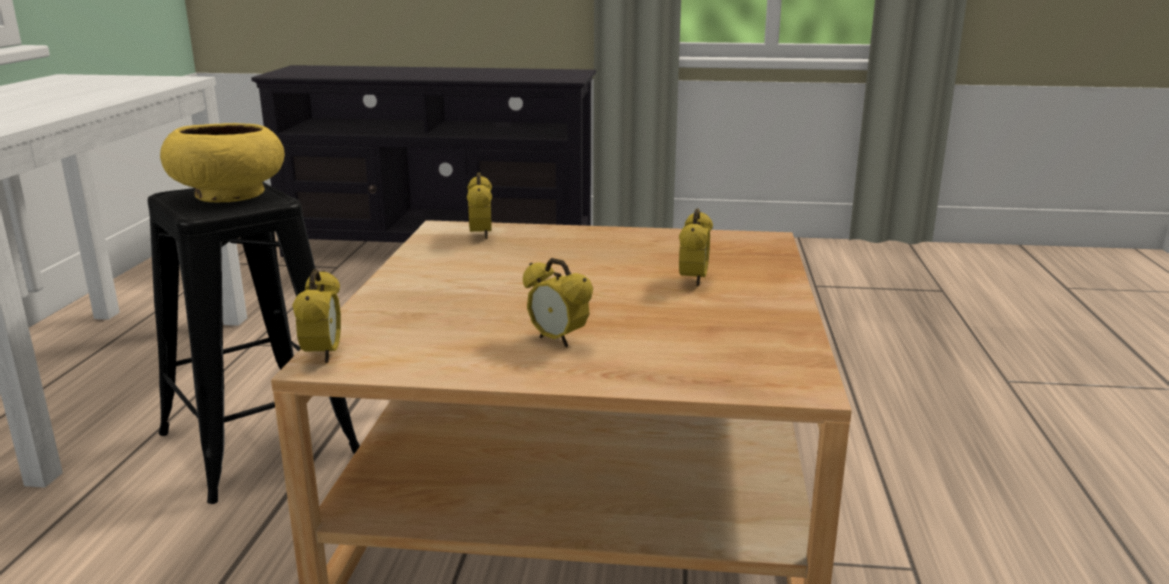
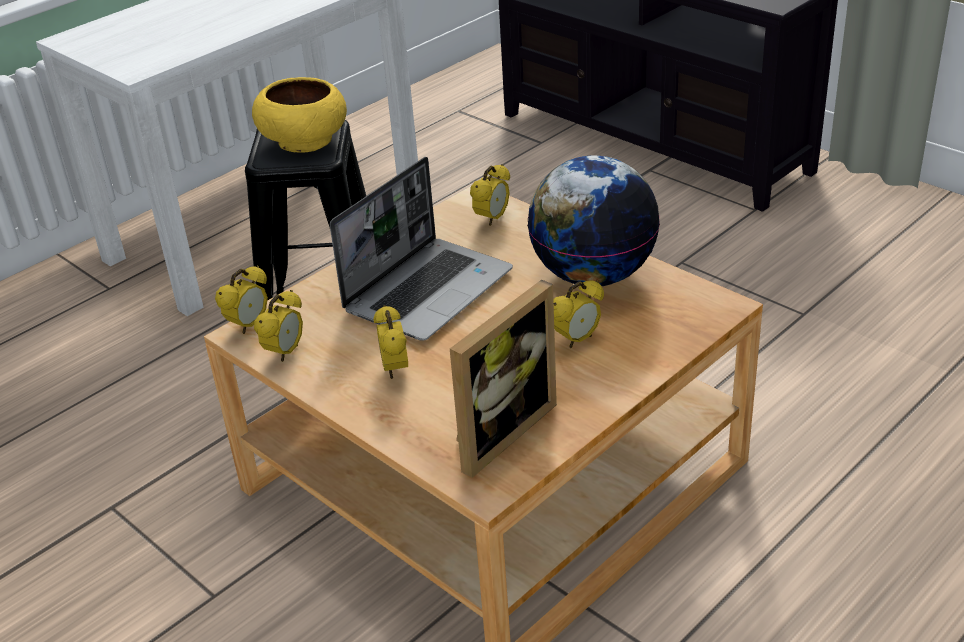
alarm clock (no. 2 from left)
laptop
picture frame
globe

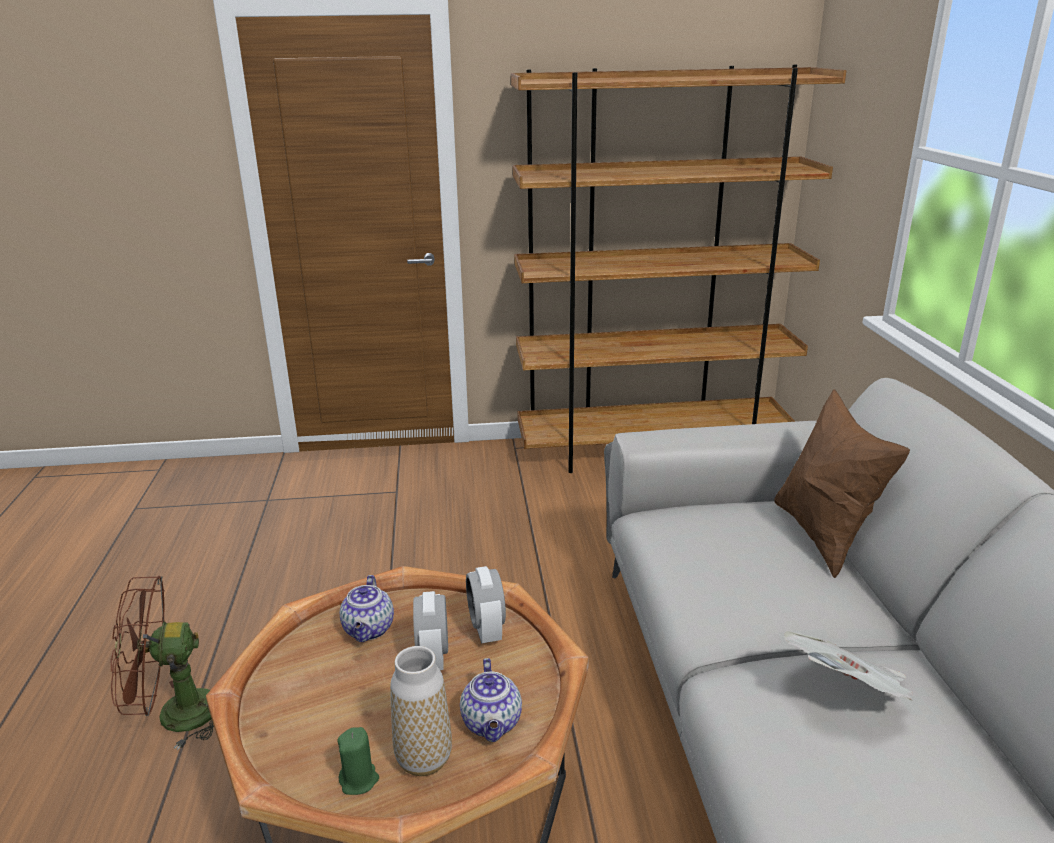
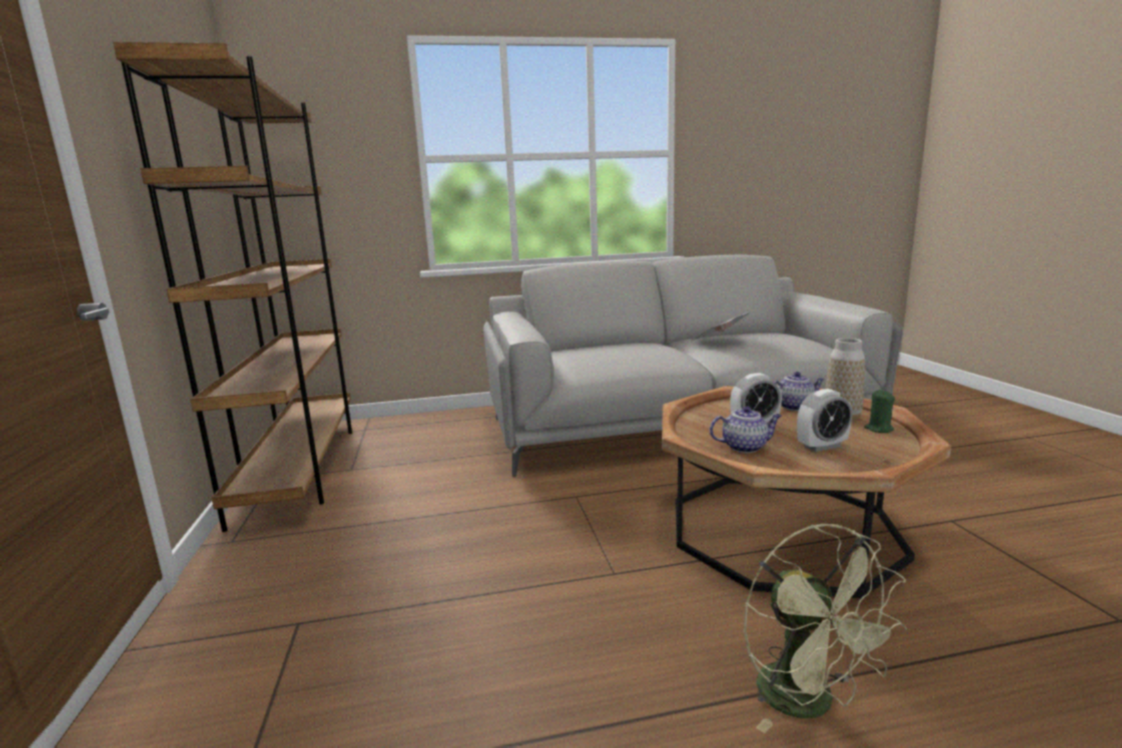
green fan
alarm clock (no. 2 from left)
brown pillow

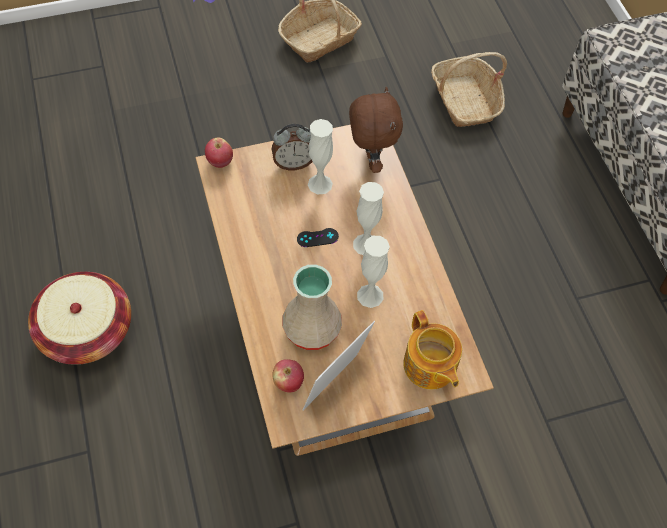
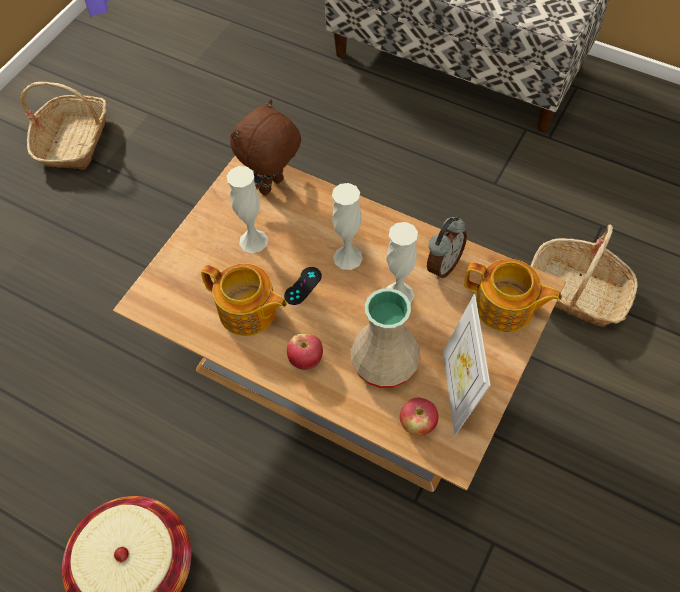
teapot (no. 1 from left)
brown plush toy
apple (no. 1 from left)
alarm clock
basket (no. 3 from left)

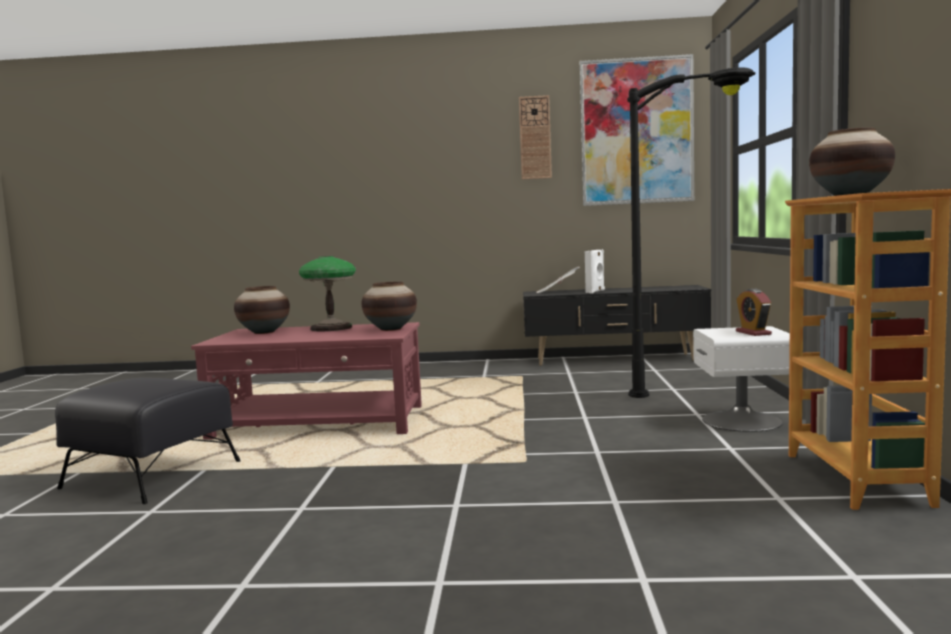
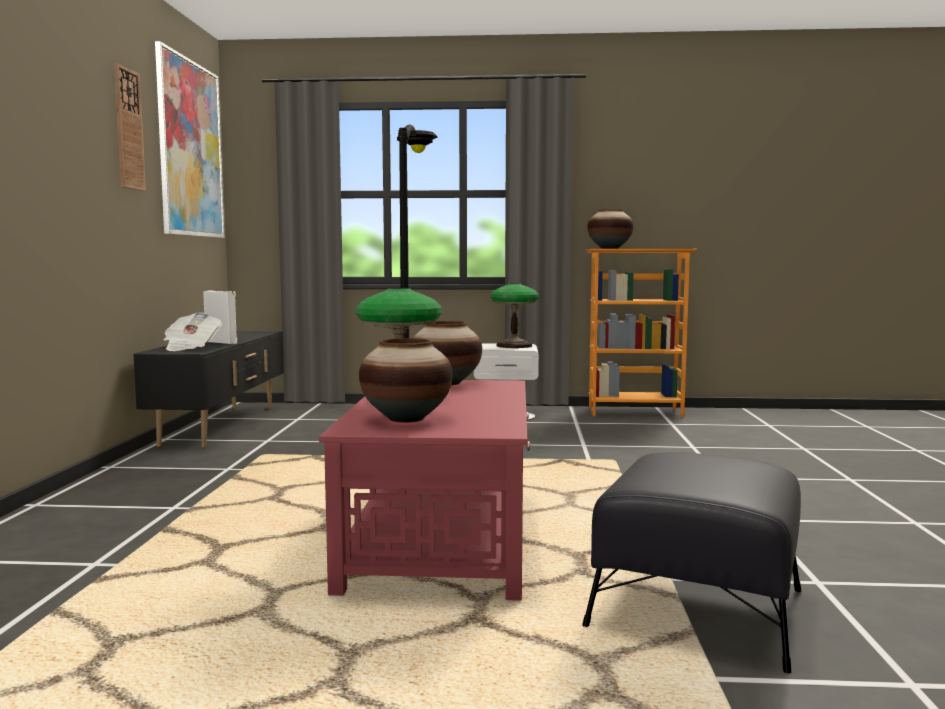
table lamp (no. 2 from left)

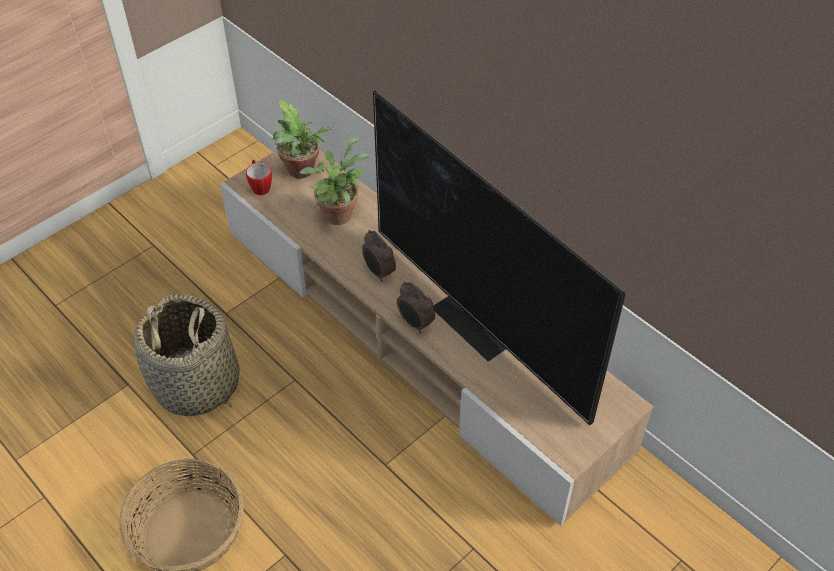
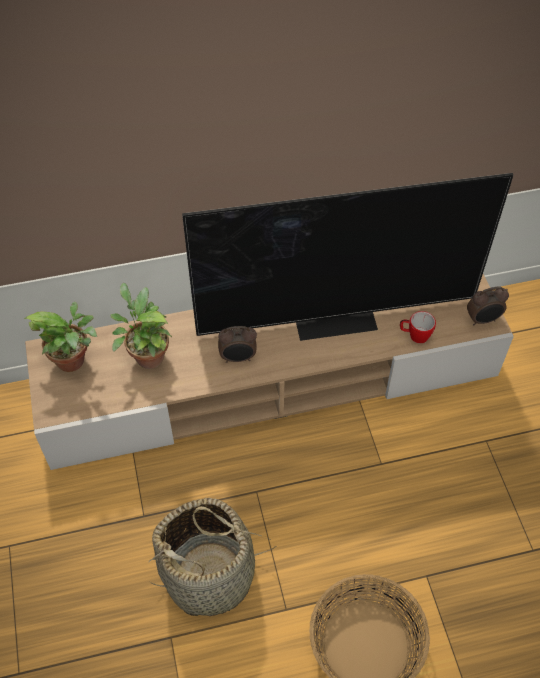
mug
alarm clock (no. 2 from left)

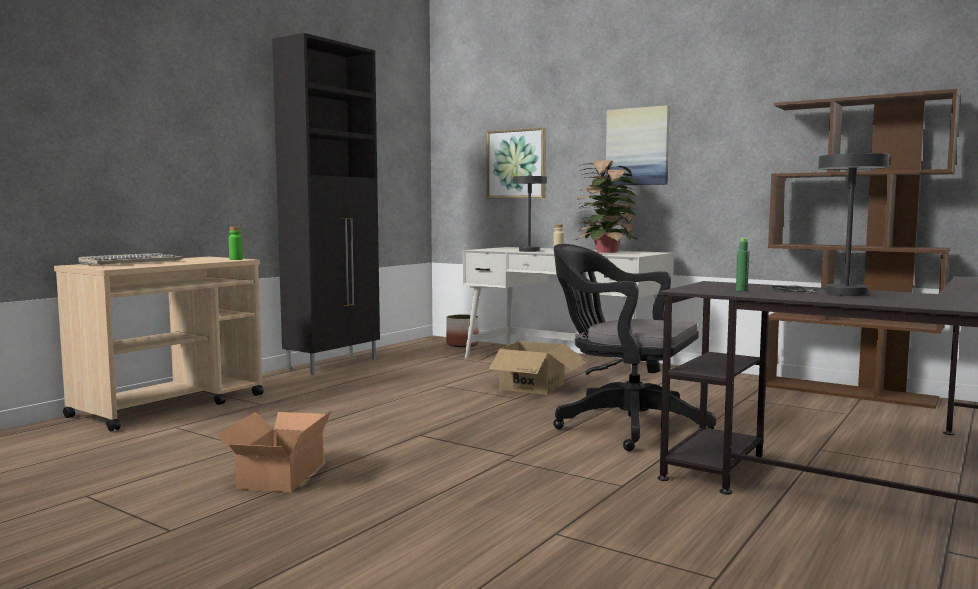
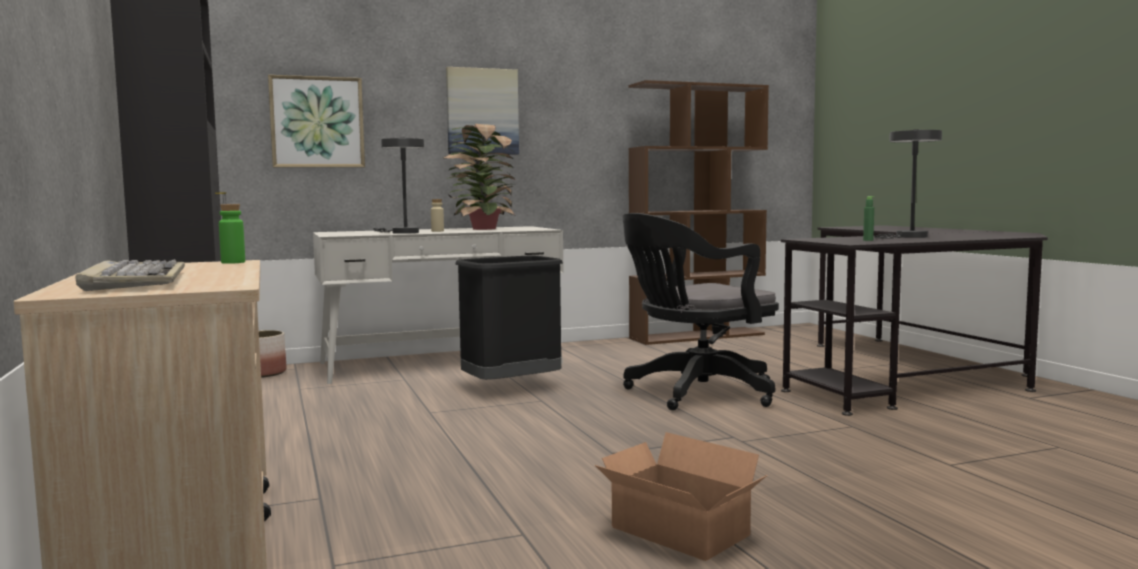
black trash can

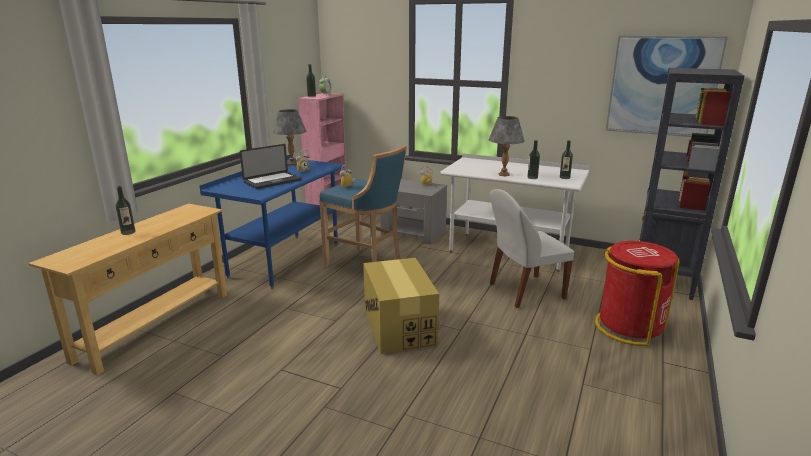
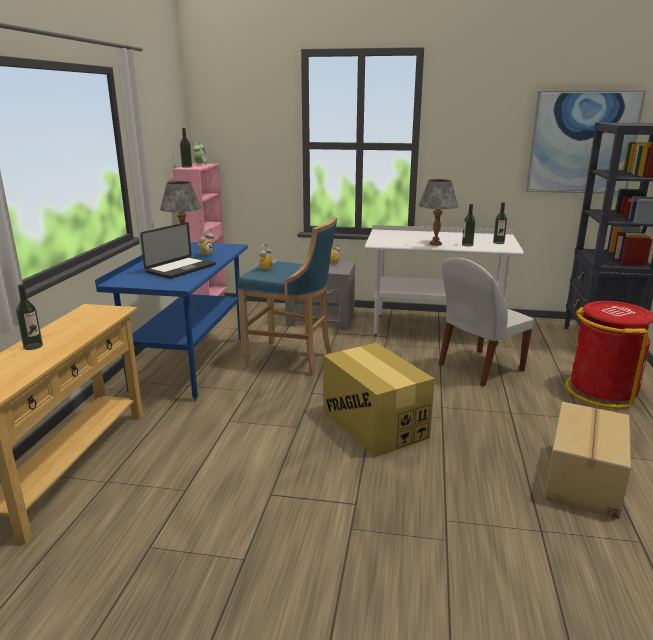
cardboard box (no. 2 from left)

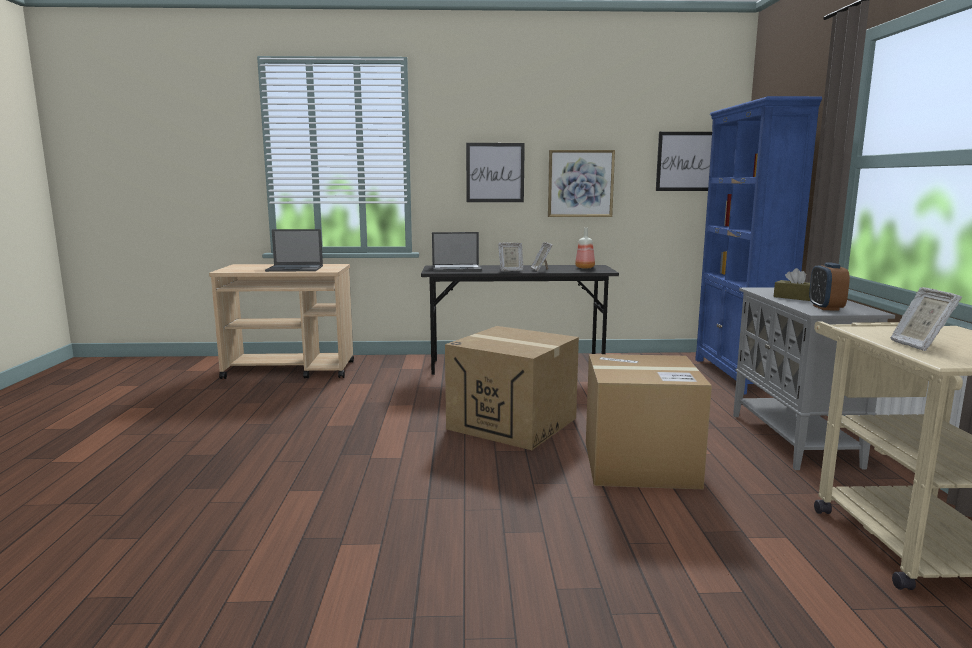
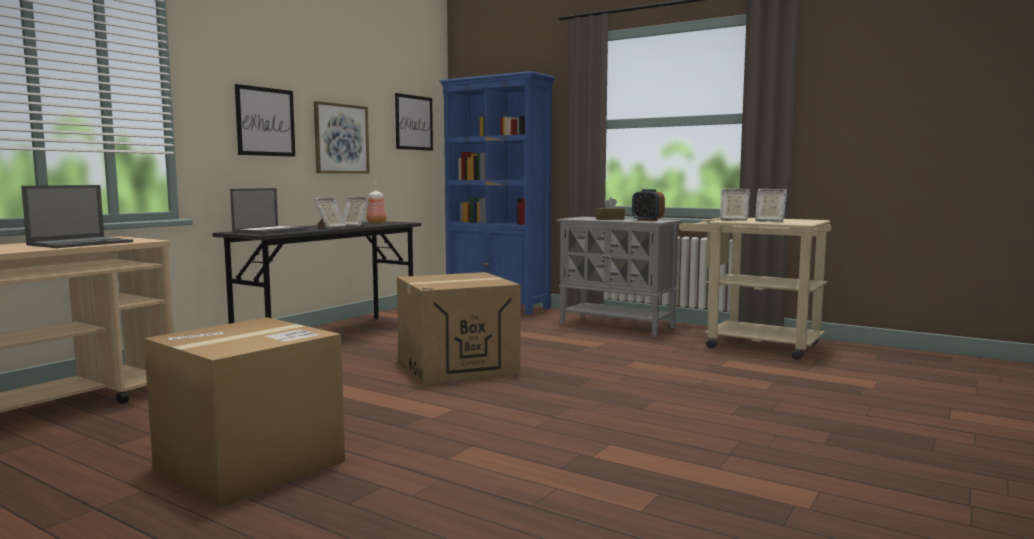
cardboard box (no. 1 from left)
picture frame (no. 3 from left)

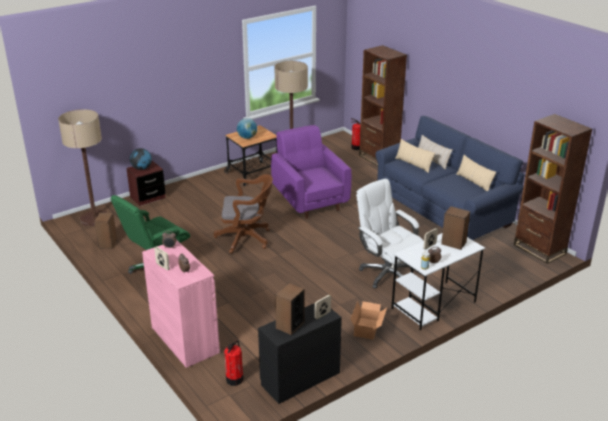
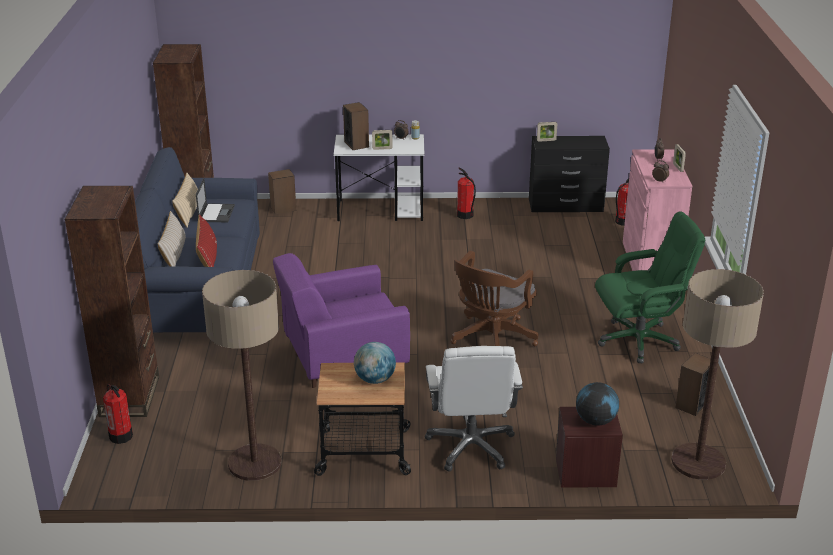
laptop
red pillow
speaker (no. 1 from left)
purple armchair
white office chair
brown office chair
fire extinguisher (no. 2 from left)

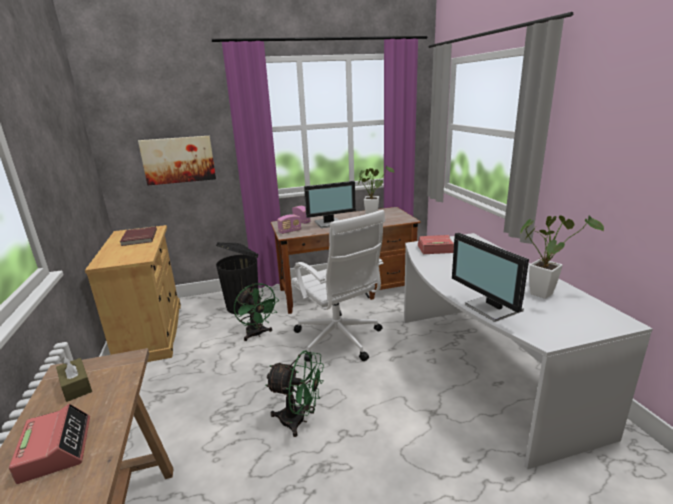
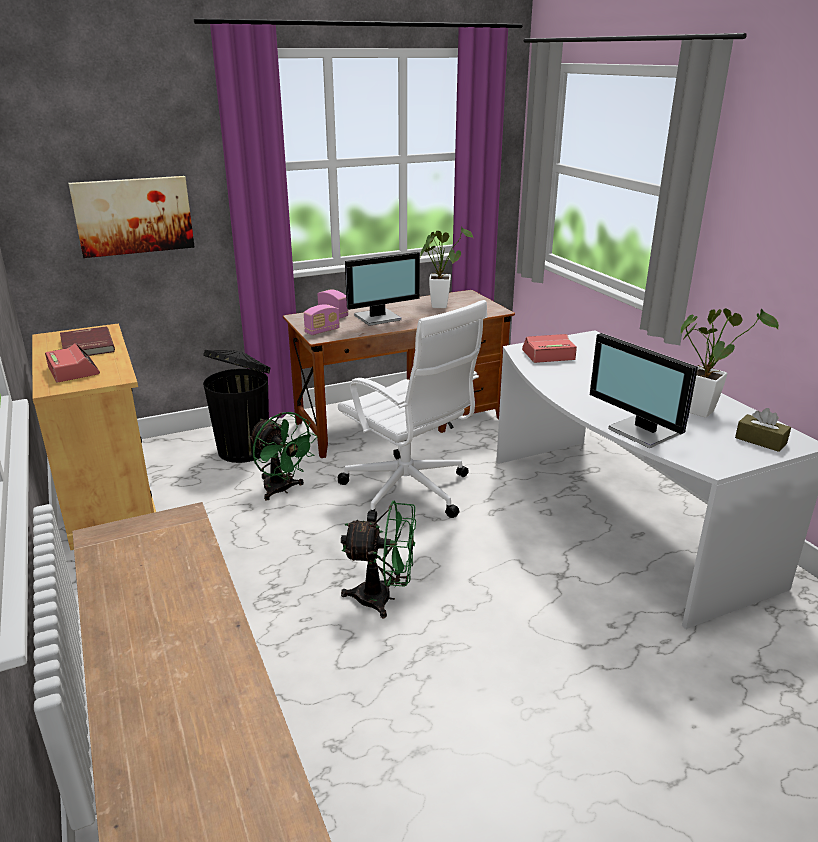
alarm clock (no. 1 from left)
brown tissue box

